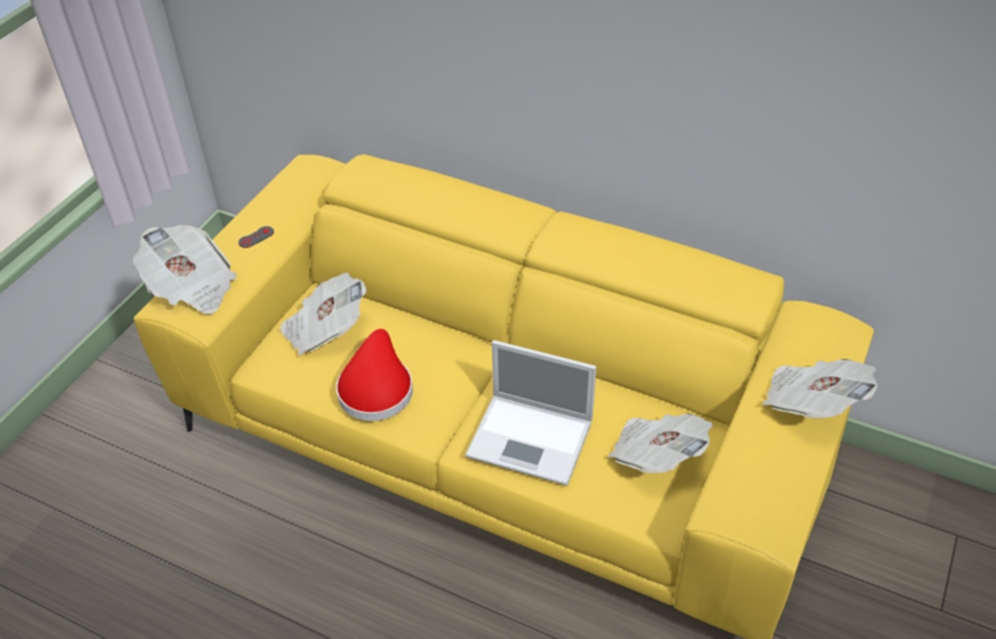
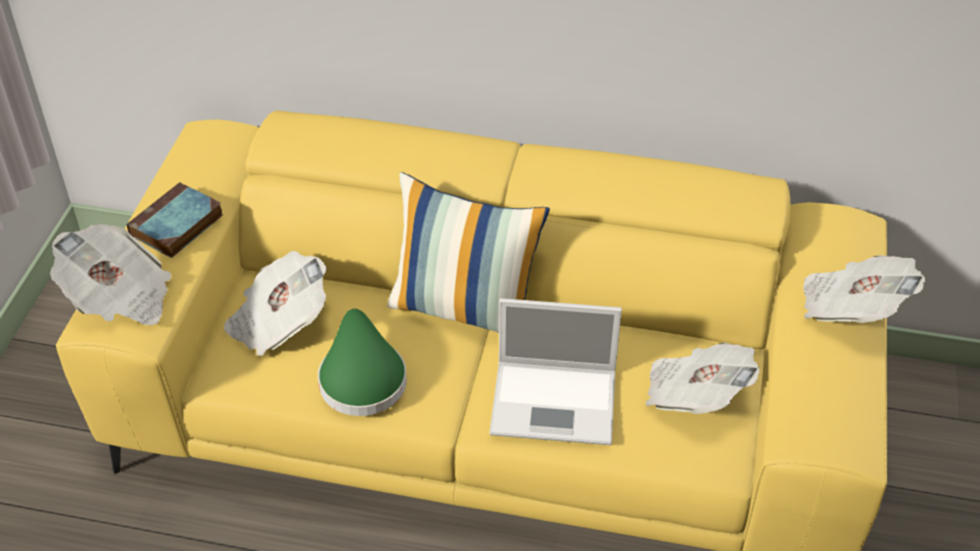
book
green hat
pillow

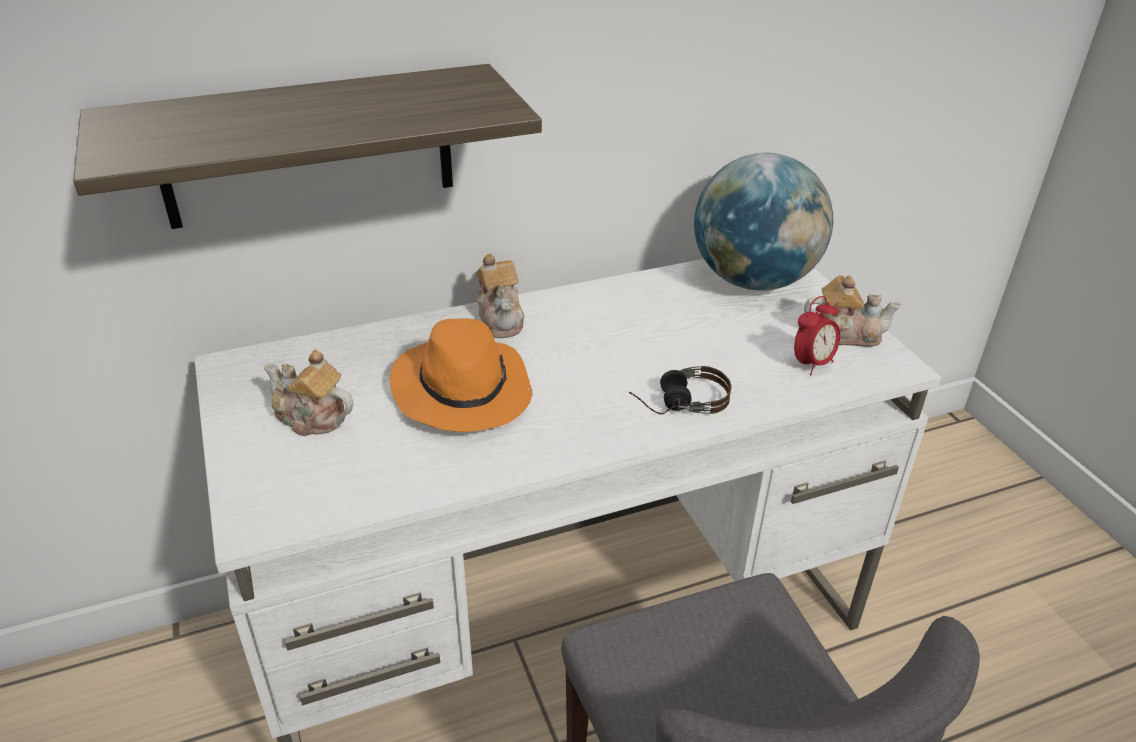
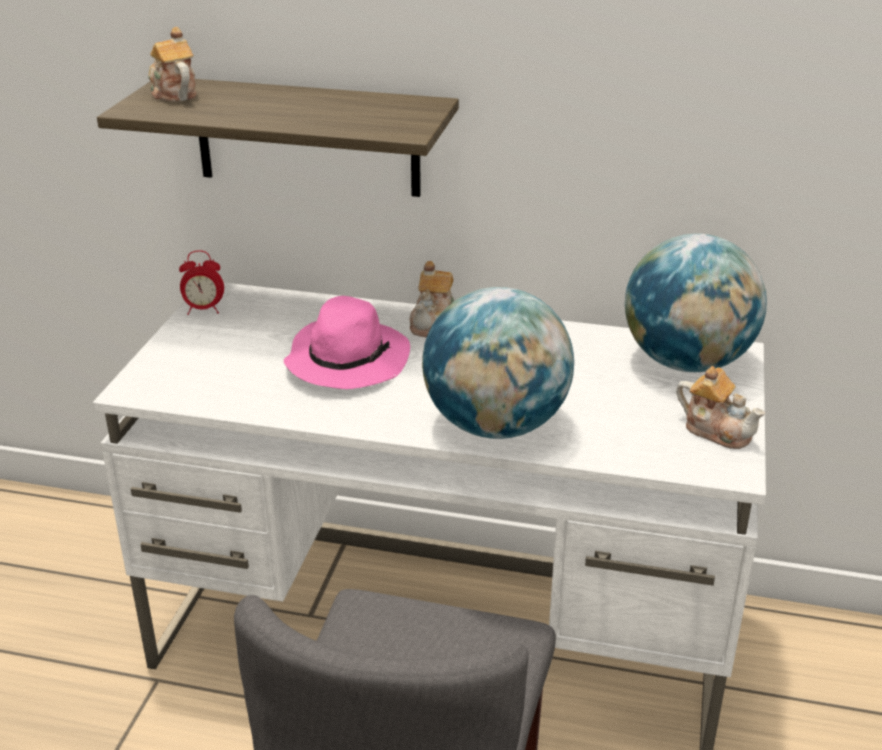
teapot (no. 1 from left)
alarm clock
pink hat
globe (no. 1 from left)

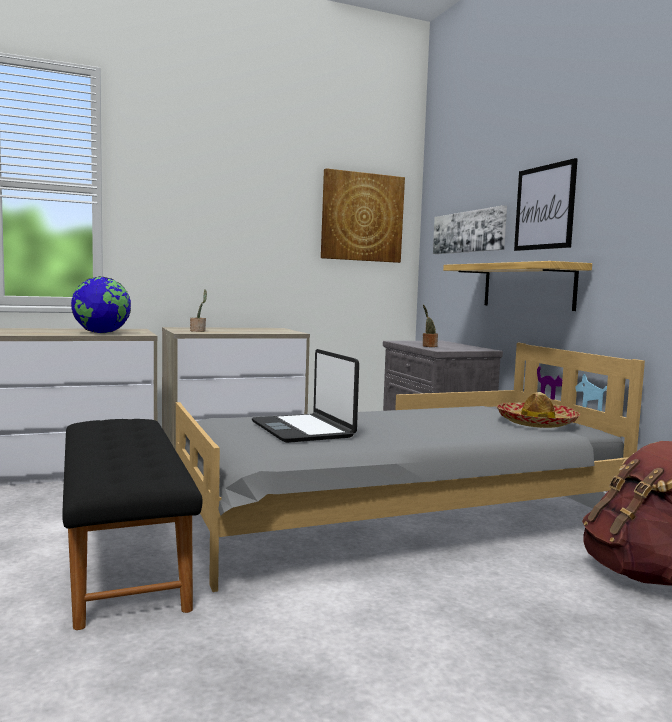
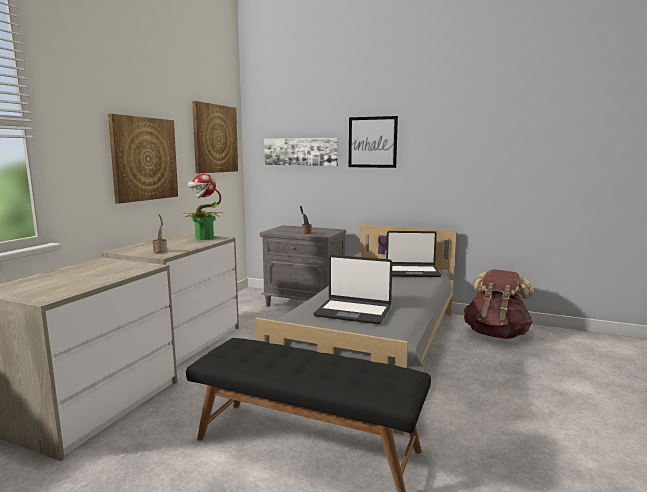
picture (no. 1 from left)
potted plant (no. 2 from left)
laptop (no. 2 from left)
globe
shelf

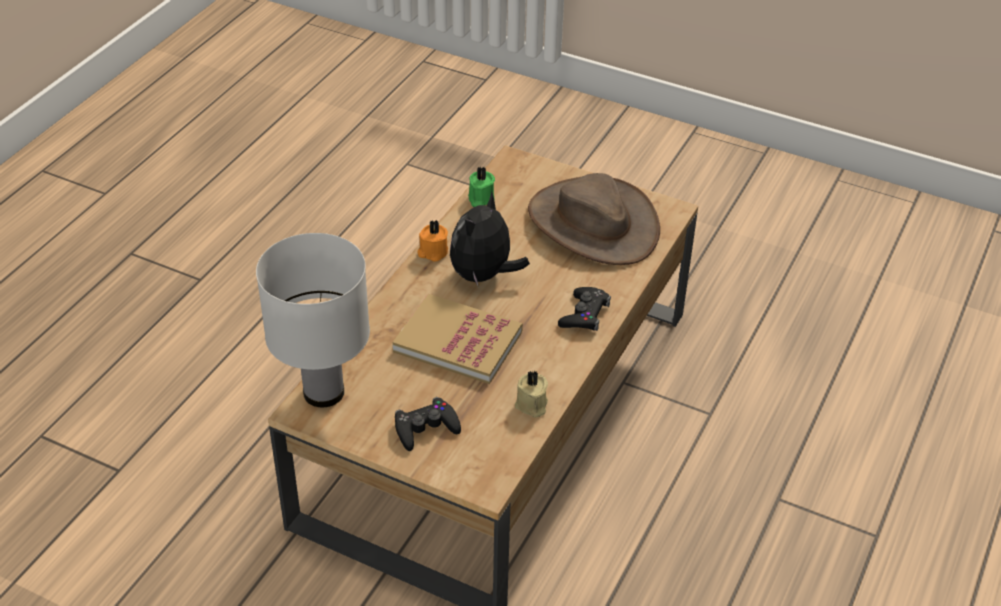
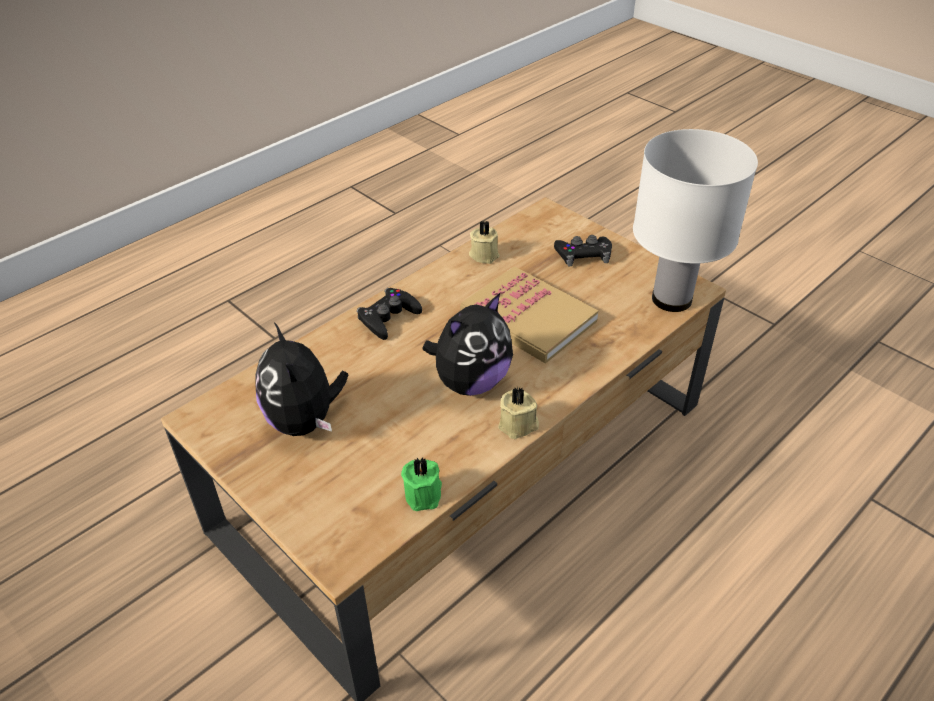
plush toy (no. 1 from left)
beige candle (no. 2 from left)

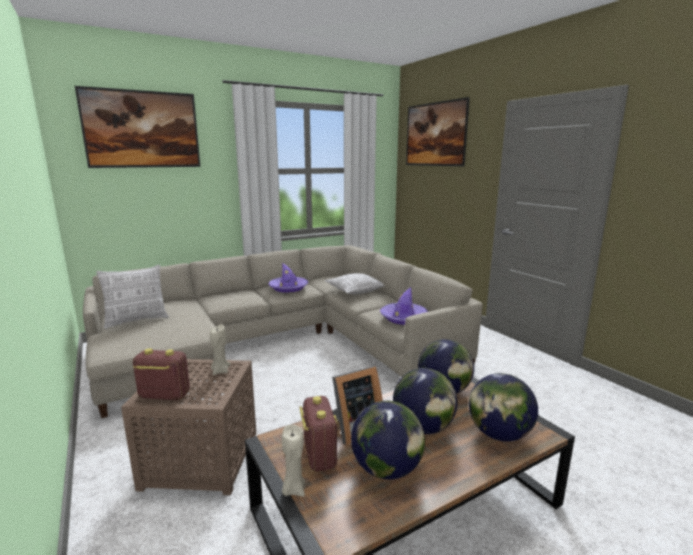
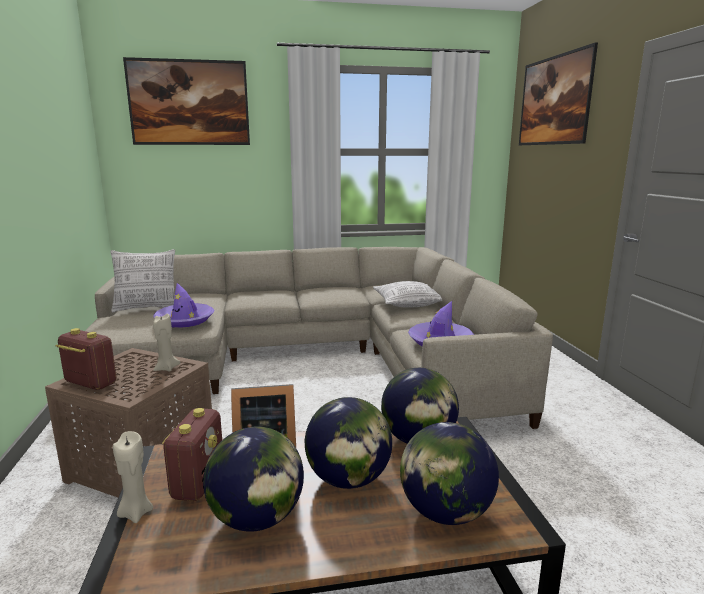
purple hat (no. 1 from left)

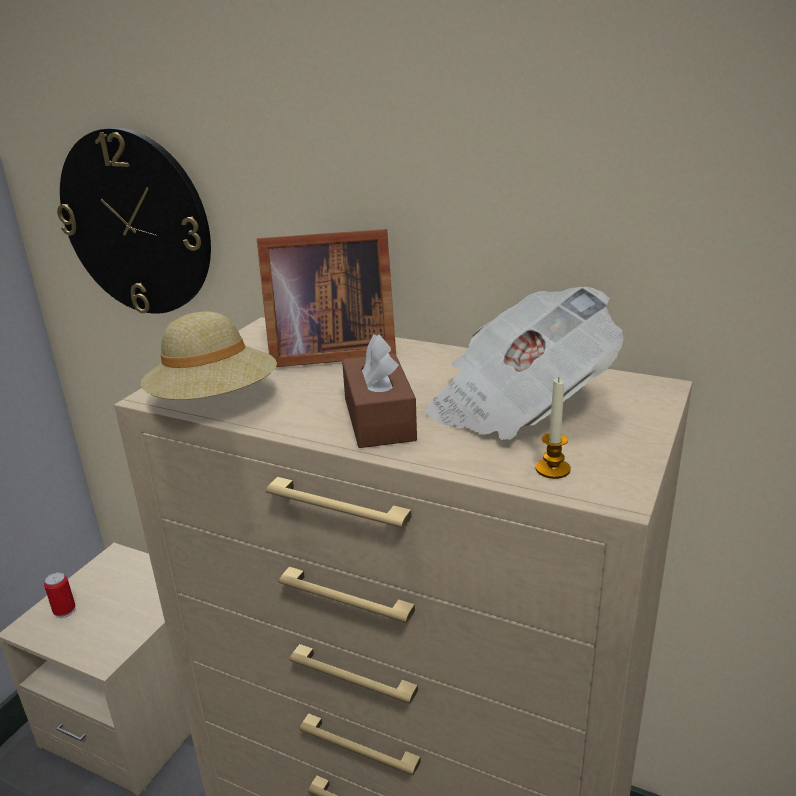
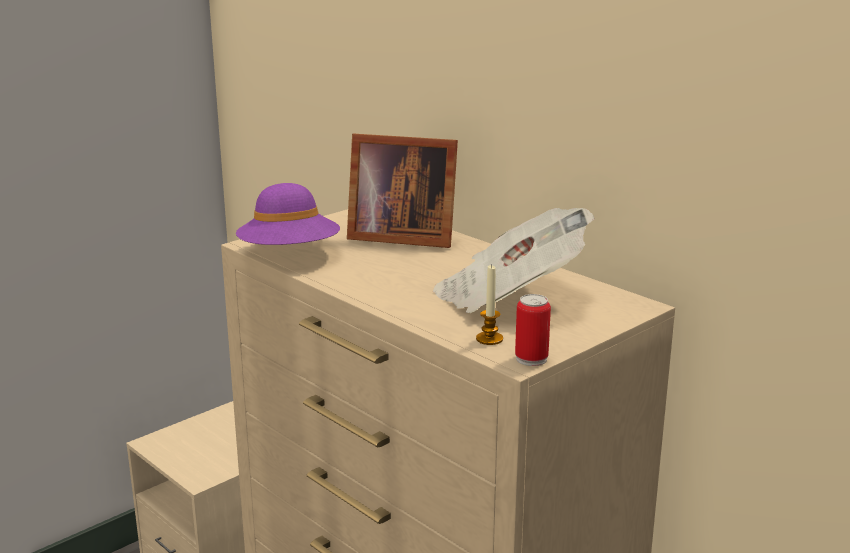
purple hat
can
wall clock
brown tissue box

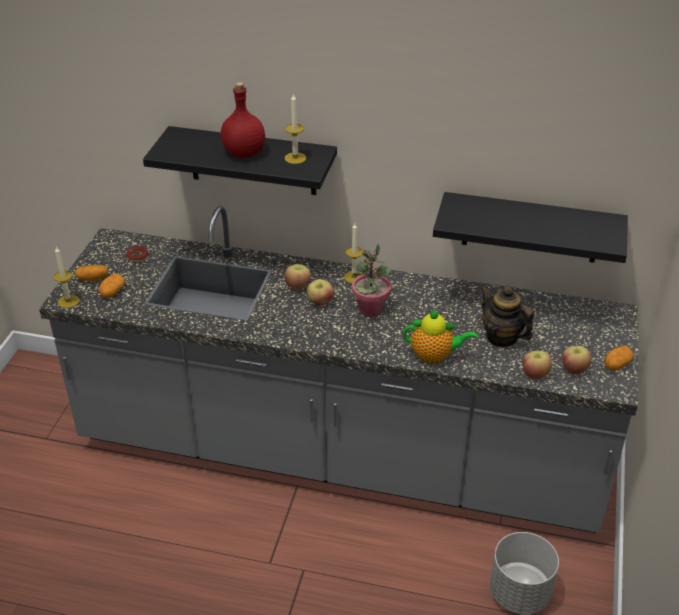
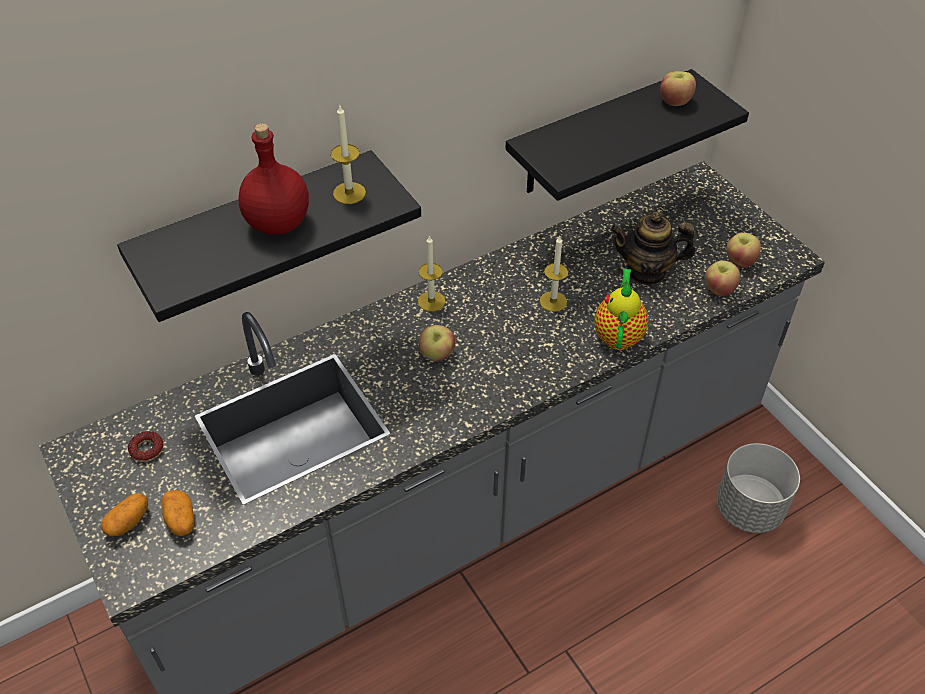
candle (no. 3 from left)
teapot (no. 1 from left)
apple (no. 2 from left)
potted plant
potato (no. 3 from left in the first image)

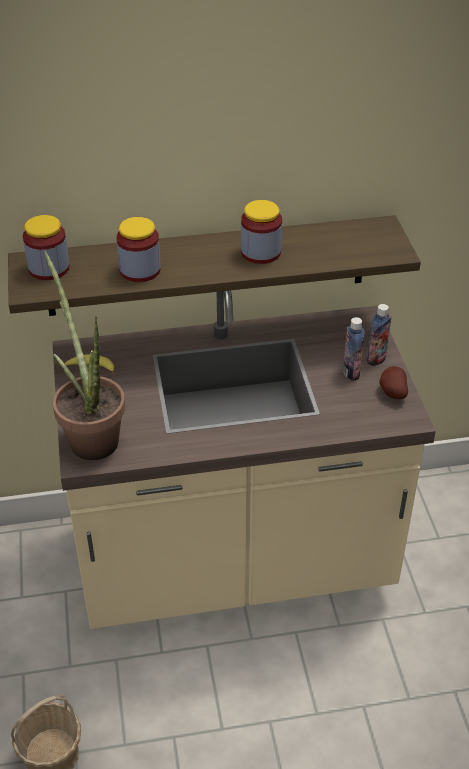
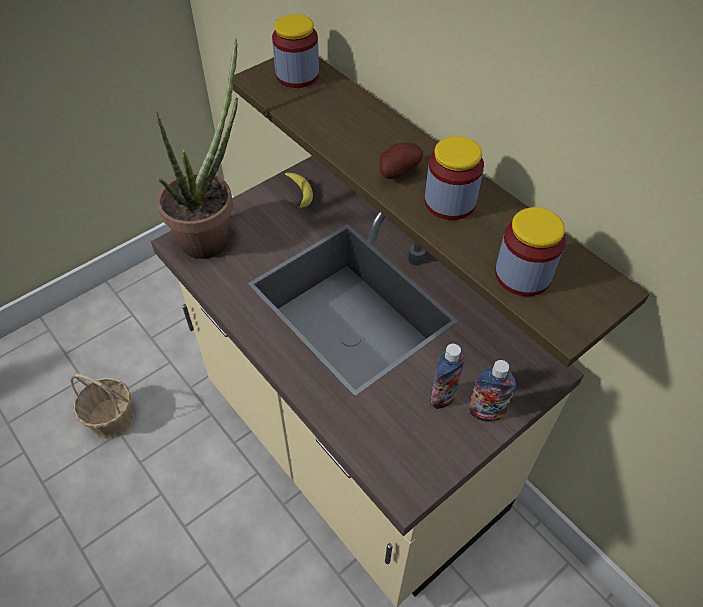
potato
jar (no. 3 from left)

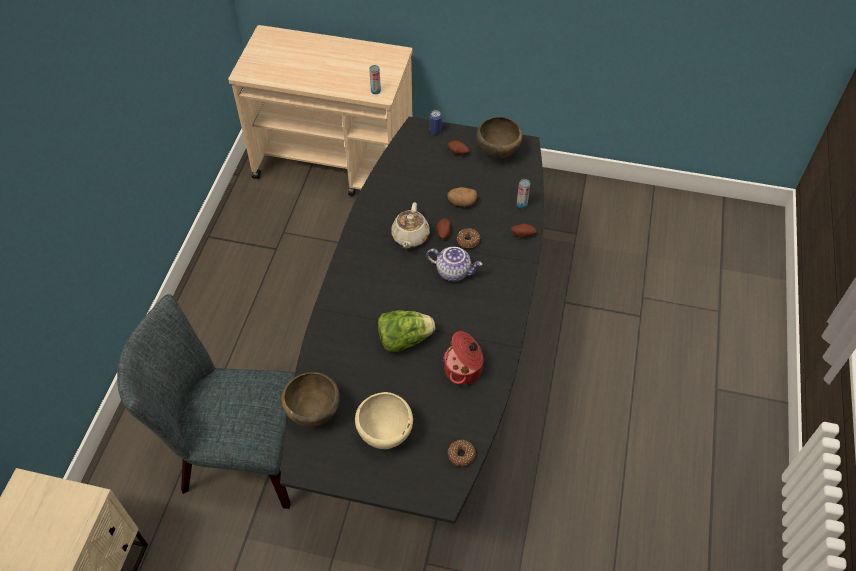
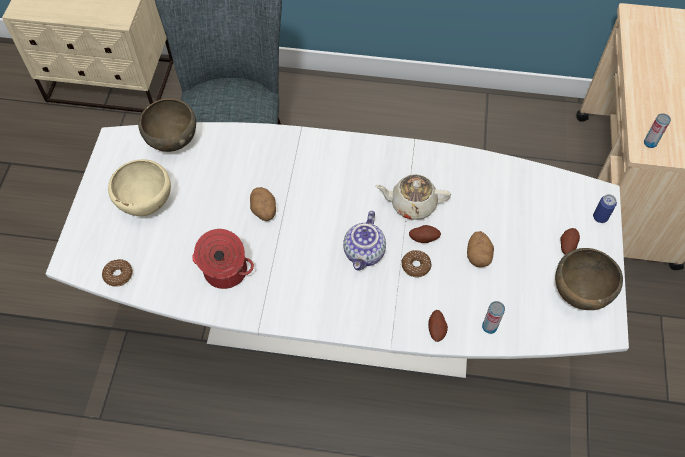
white dining table
potato (no. 1 from left)

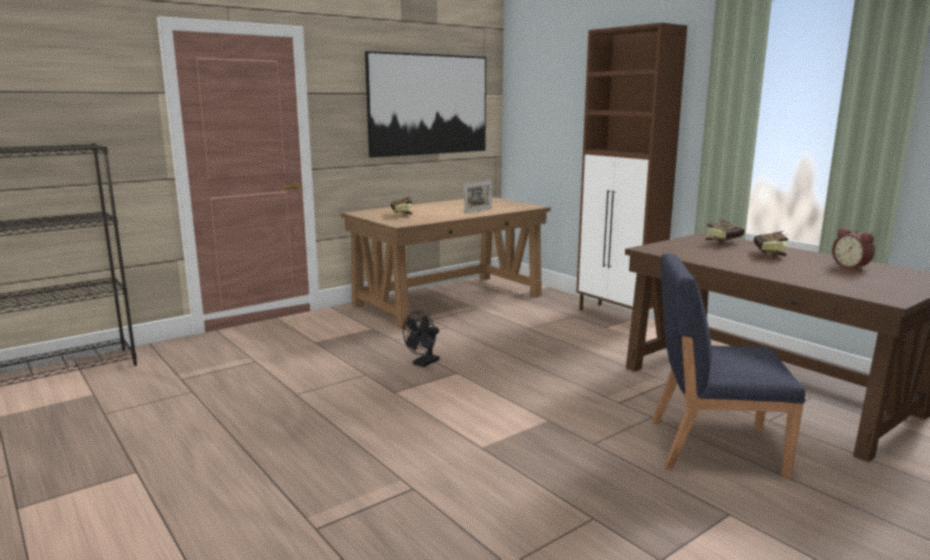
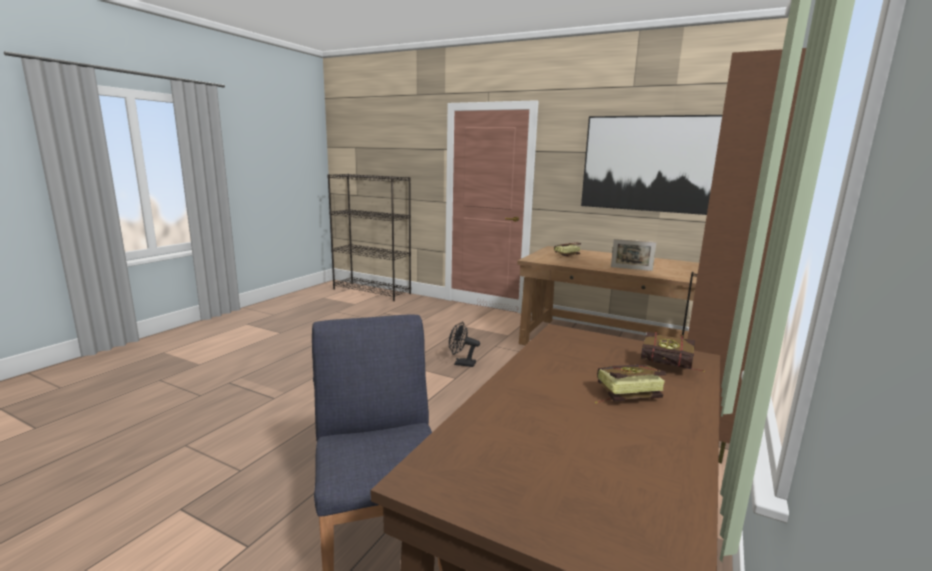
alarm clock

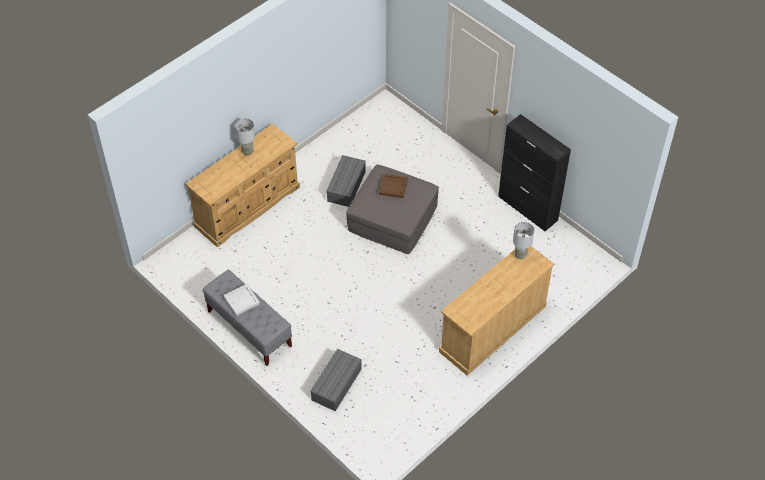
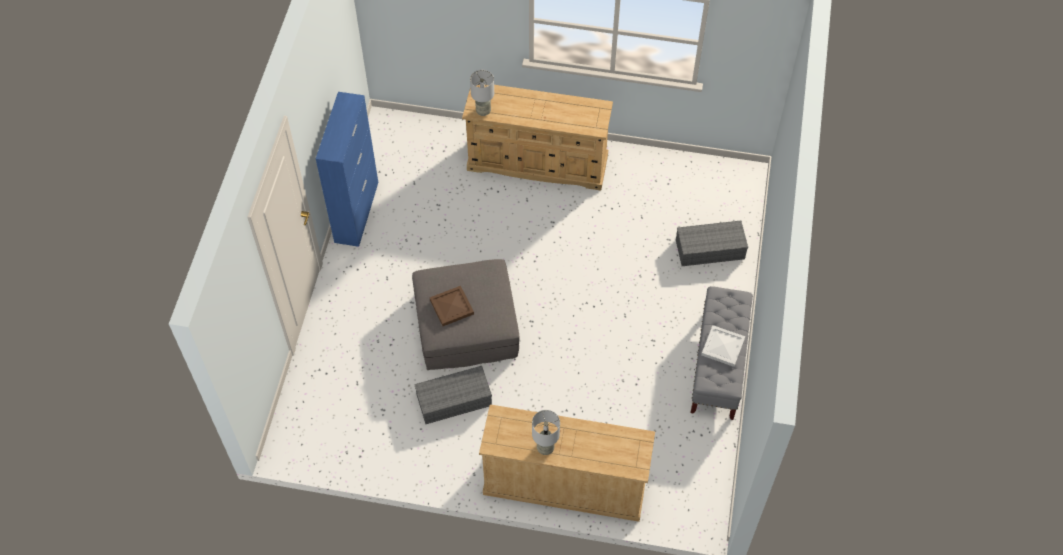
blue cabinet

